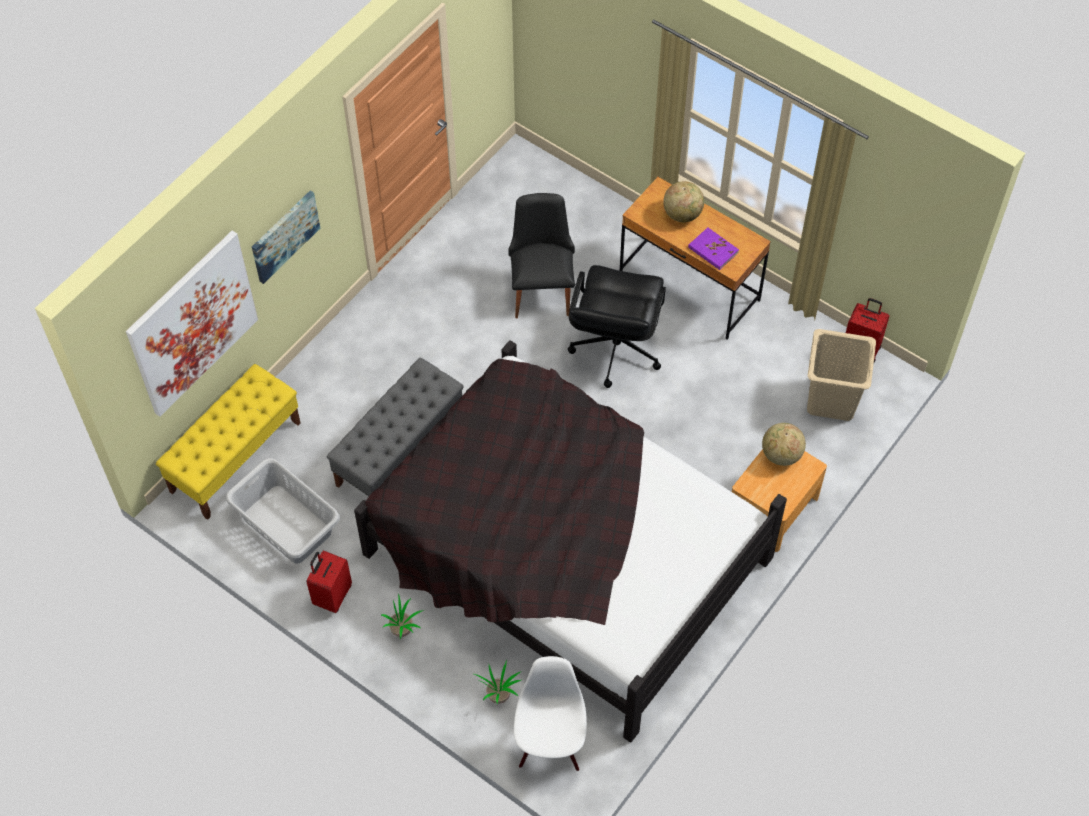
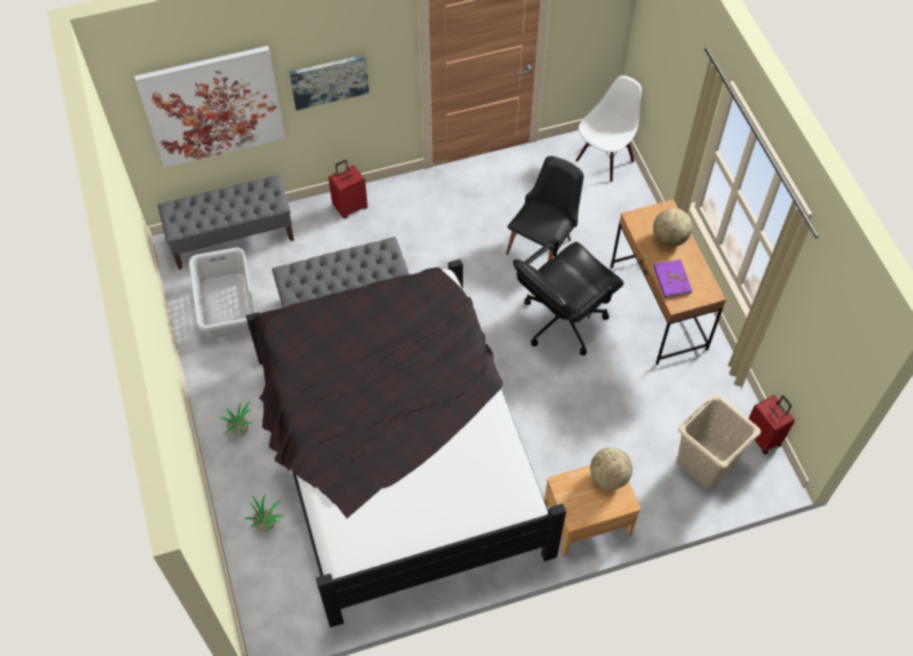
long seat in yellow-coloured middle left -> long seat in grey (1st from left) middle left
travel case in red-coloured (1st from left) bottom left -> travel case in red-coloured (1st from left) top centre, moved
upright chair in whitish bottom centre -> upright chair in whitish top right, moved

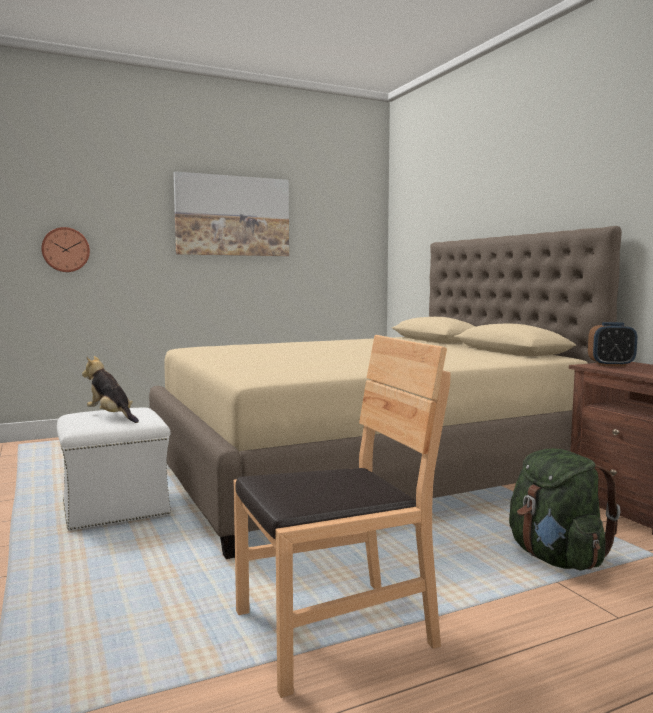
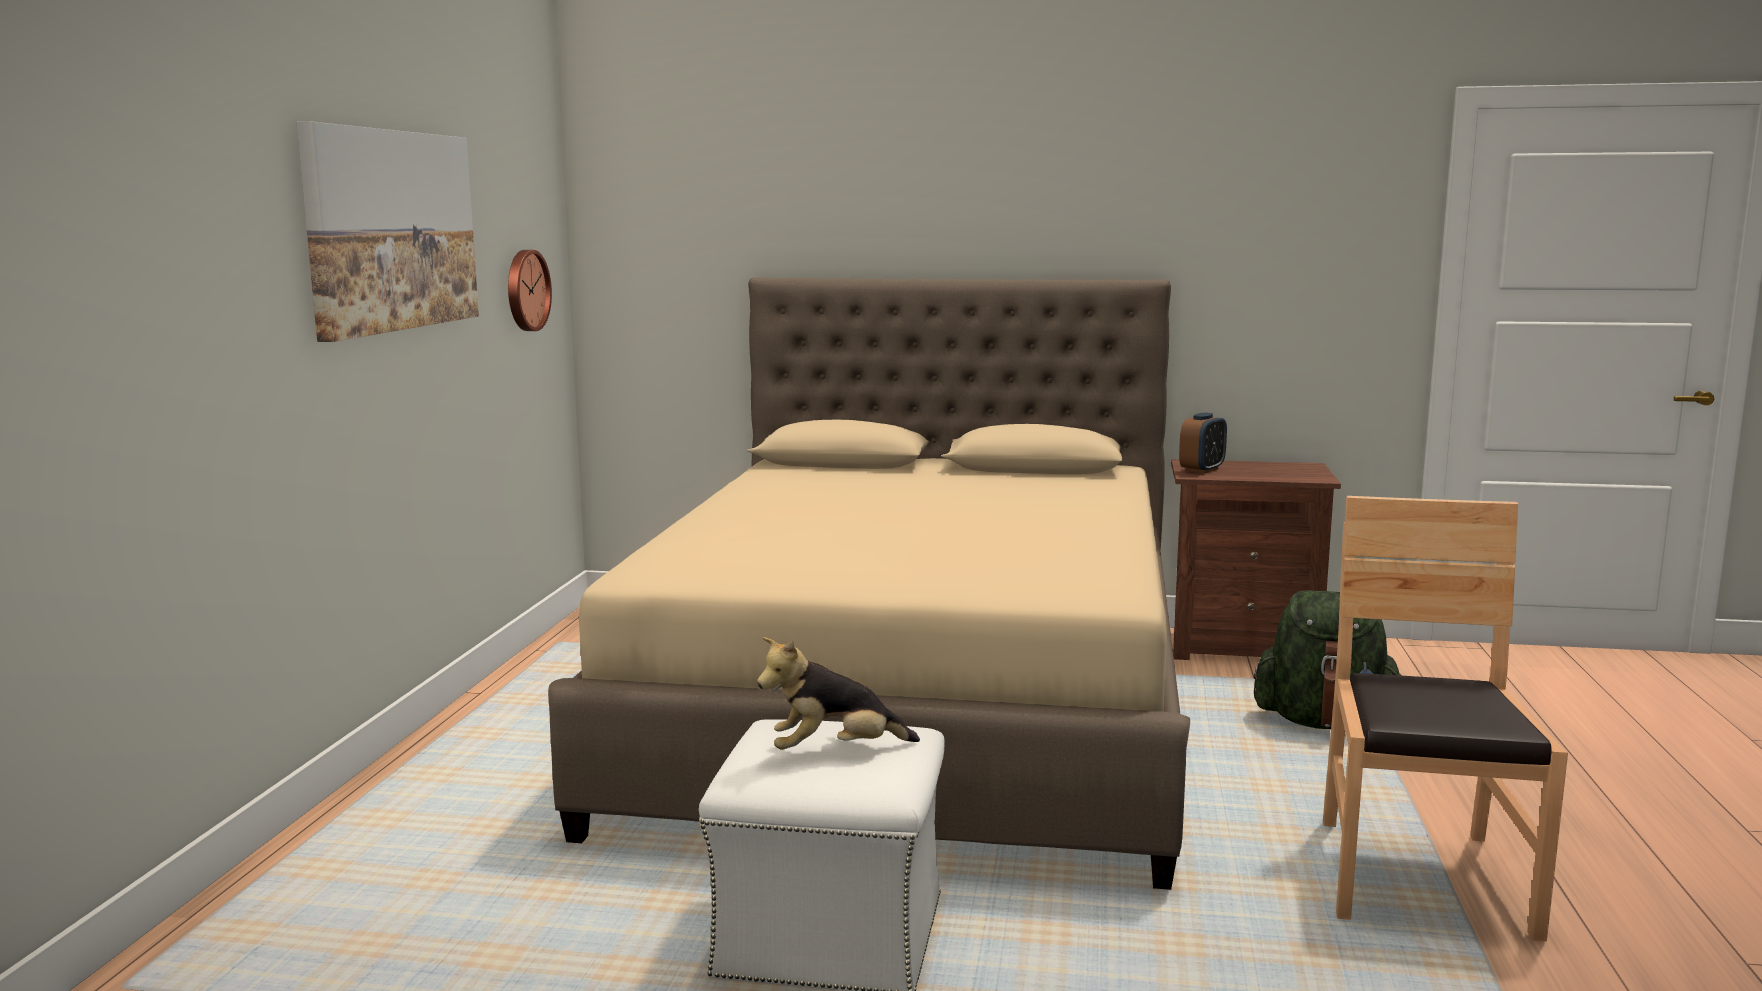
clock on the wall middle left -> clock on the wall top left, moved

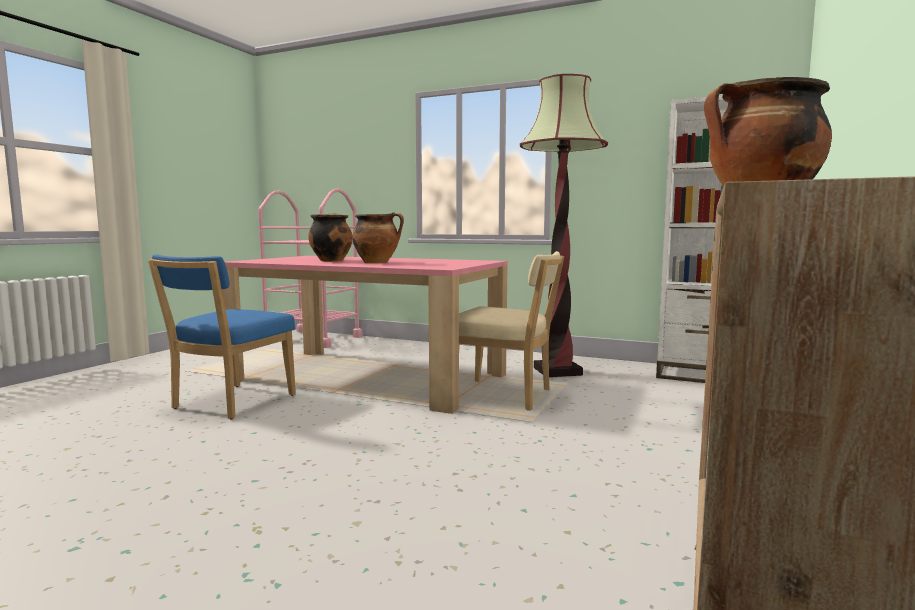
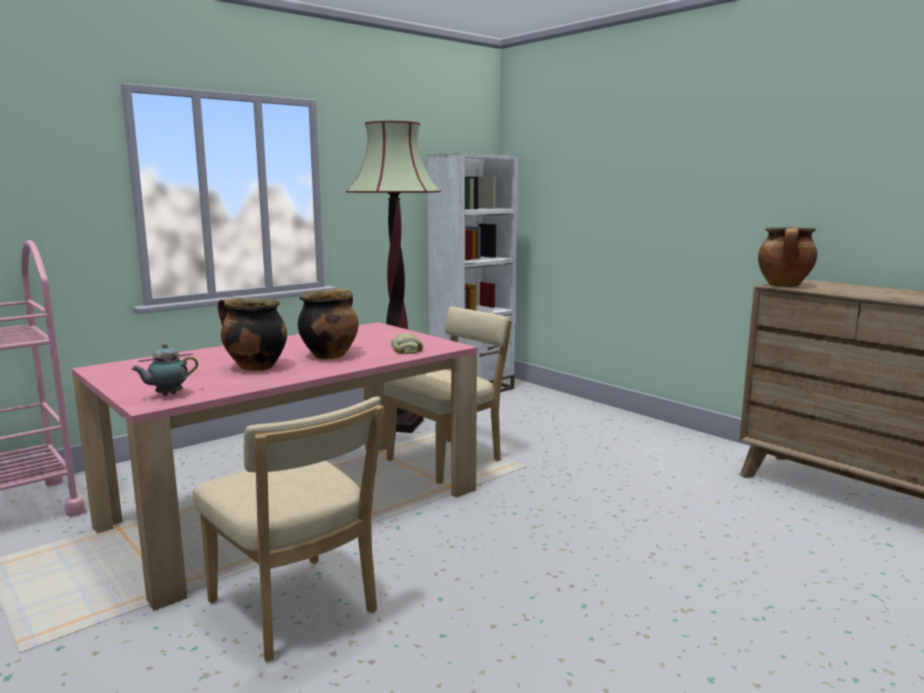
upright chair in blue-coloured middle left -> upright chair in beige (1st from left) bottom left
none -> bread centre
none -> teapot middle left

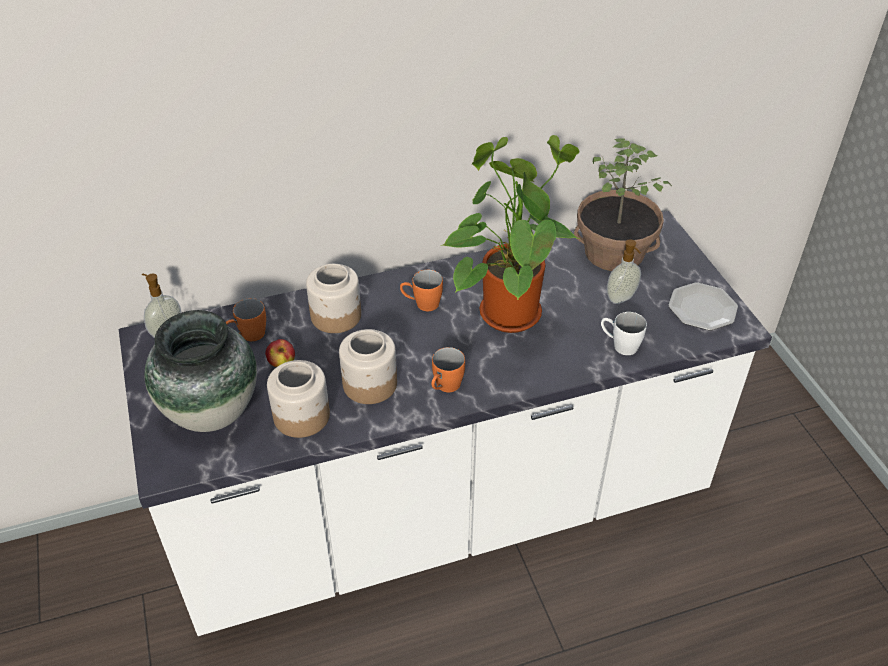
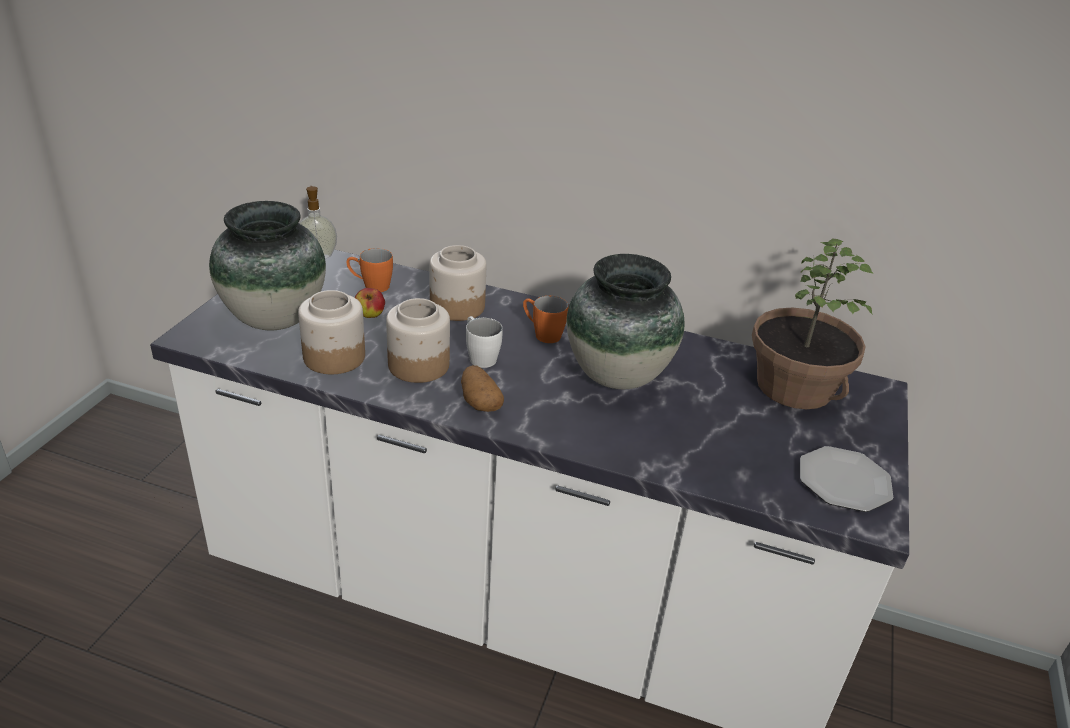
potted plant (1st from left) centre -> decorative vase (2nd from left) centre
soap dispenser (2nd from left) middle right -> none
tea mug in whitish middle right -> tea mug in whitish centre, moved
tea mug in orangey (3rd from left) centre -> whole potato centre

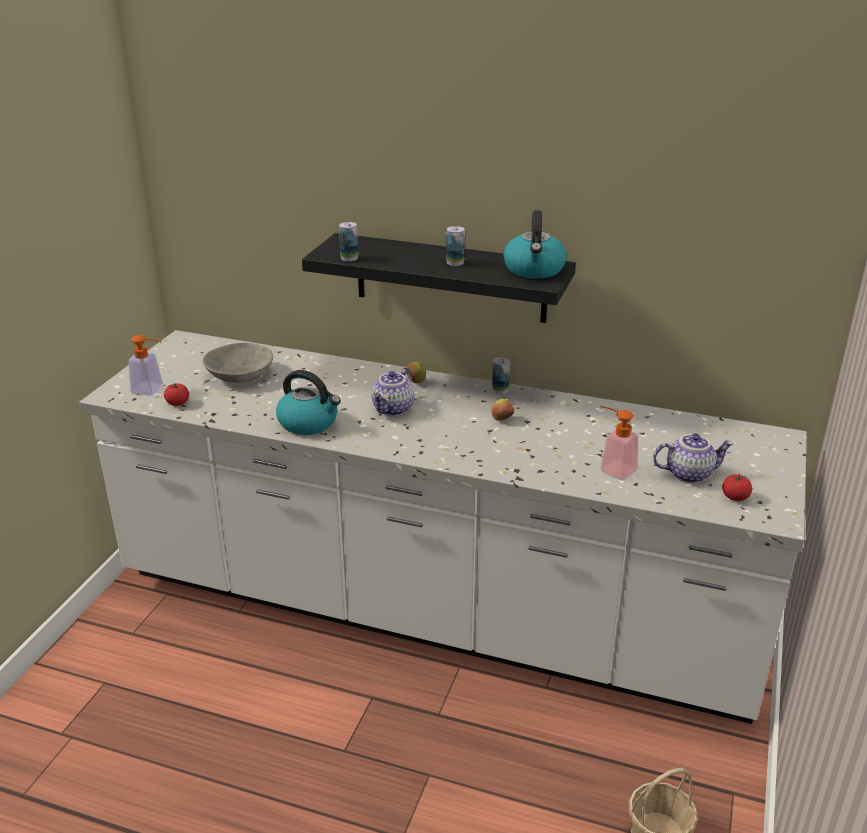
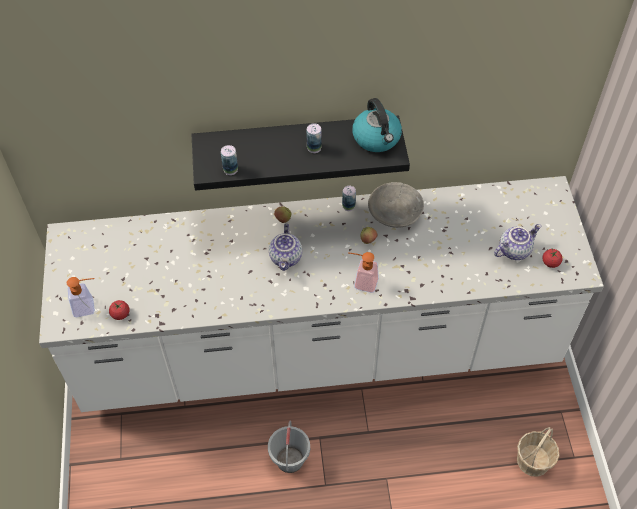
deep dish in grey middle left -> deep dish in grey centre, moved
kettle (1st from left) centre -> none
soap dispenser (2nd from left) middle right -> soap dispenser (2nd from left) centre, moved
none -> bucket in grey bottom centre

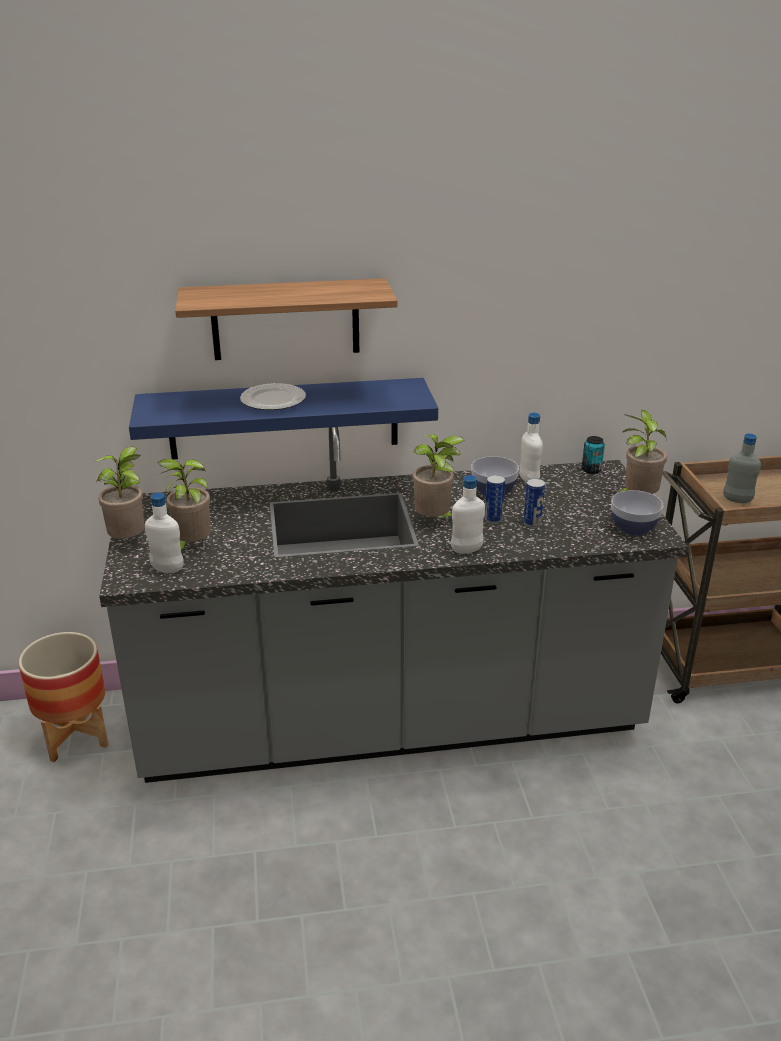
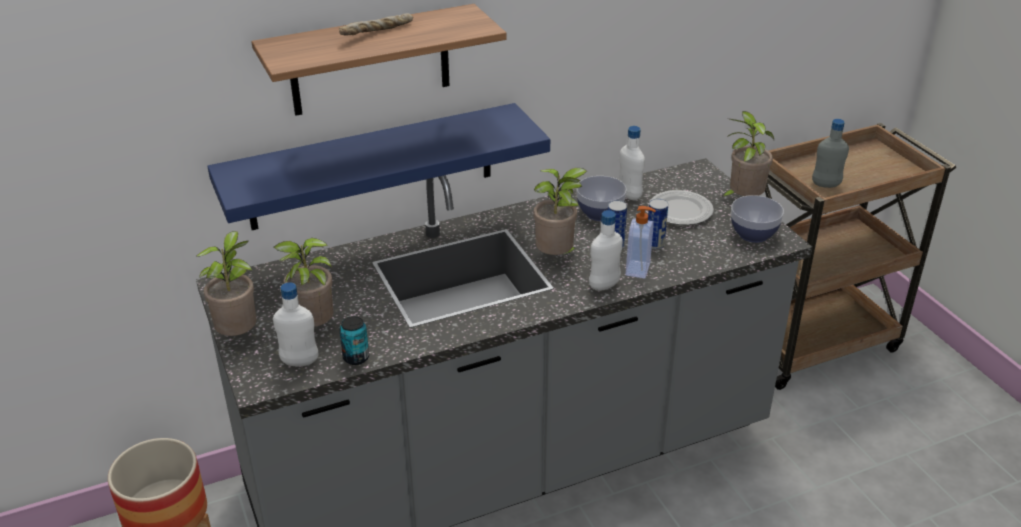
plate centre -> plate middle right, moved
can (3rd from left in the first image) middle right -> can (1st from left) centre, moved
none -> bread top centre
none -> soap dispenser centre

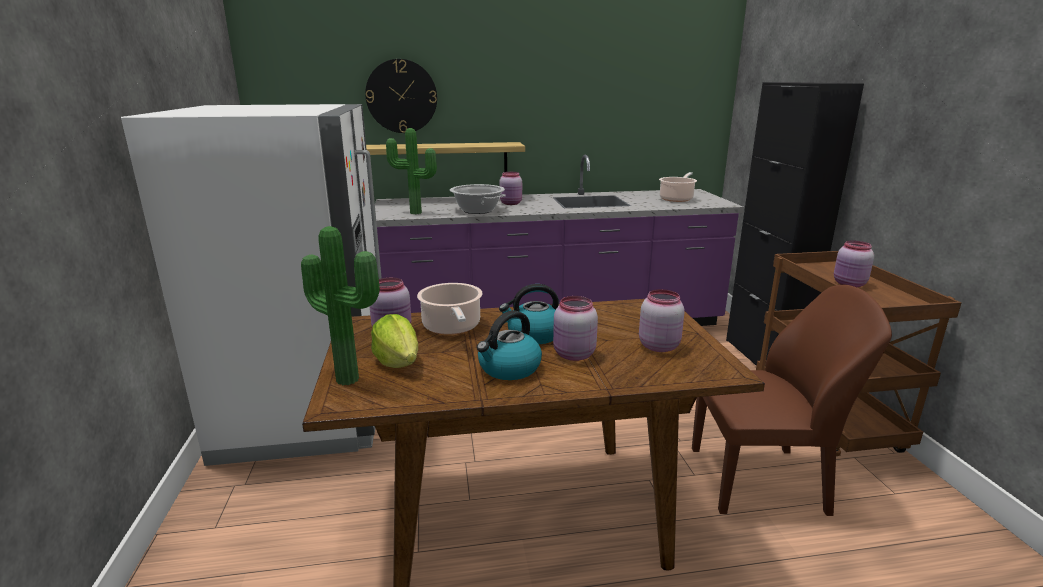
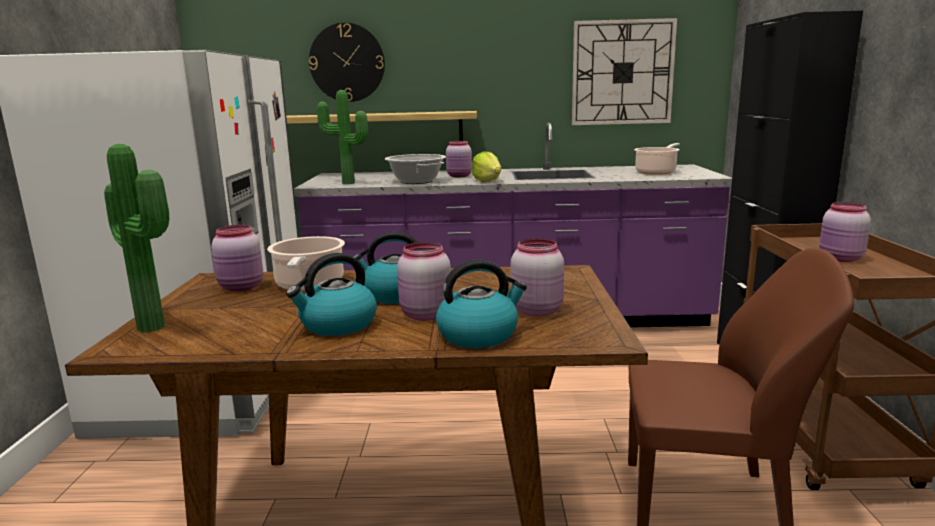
head of lettuce centre -> head of lettuce top centre, moved
none -> clock on the wall (2nd from left) top right
none -> kettle (3rd from left) centre

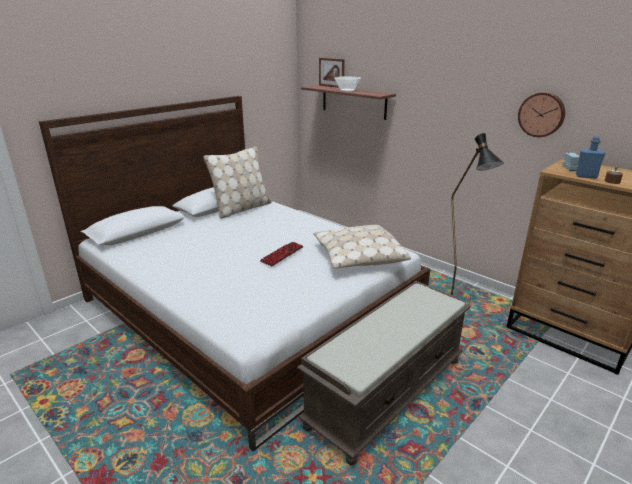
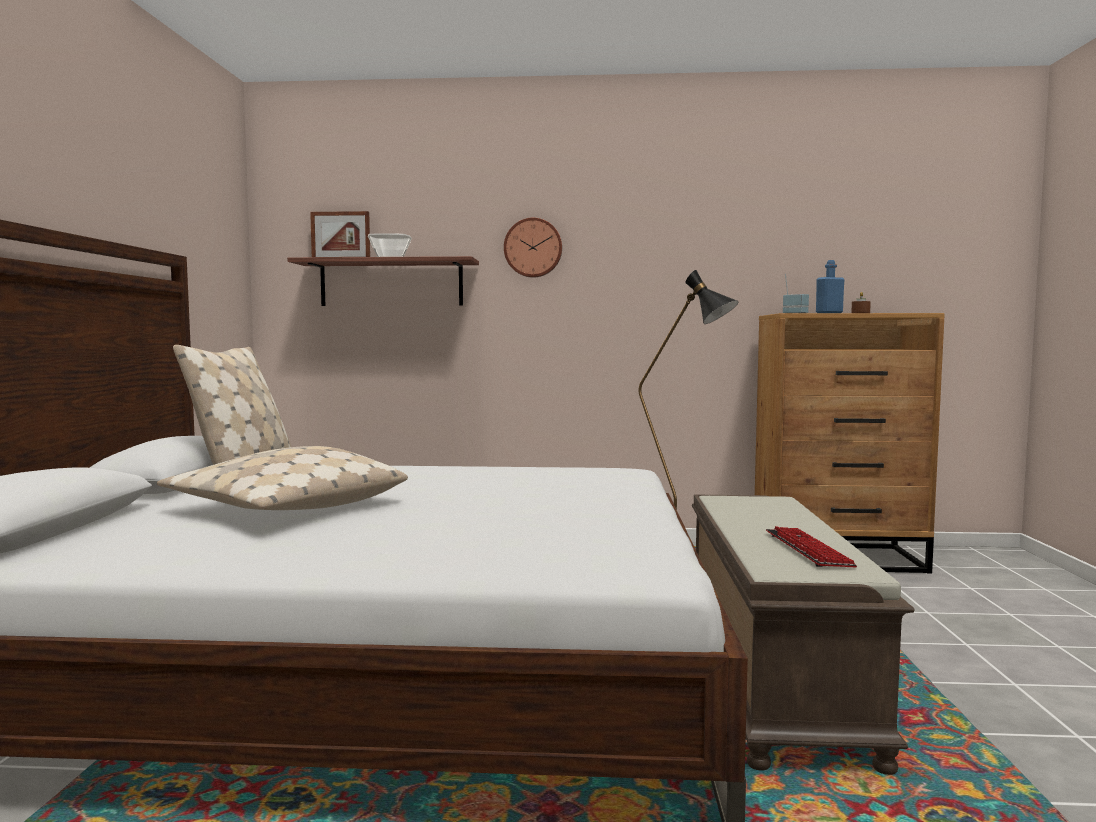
clock on the wall top right -> clock on the wall top centre, moved
pillow in beige (2nd from left) centre -> pillow in beige (2nd from left) middle left, moved
PC keyboard centre -> PC keyboard middle right, moved

